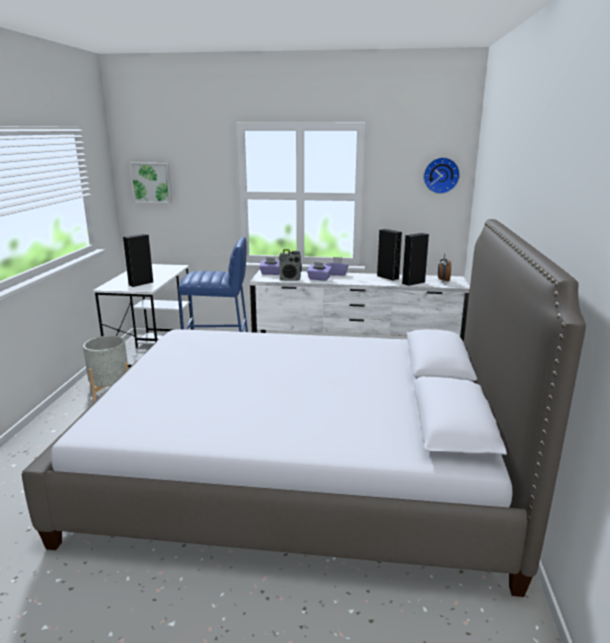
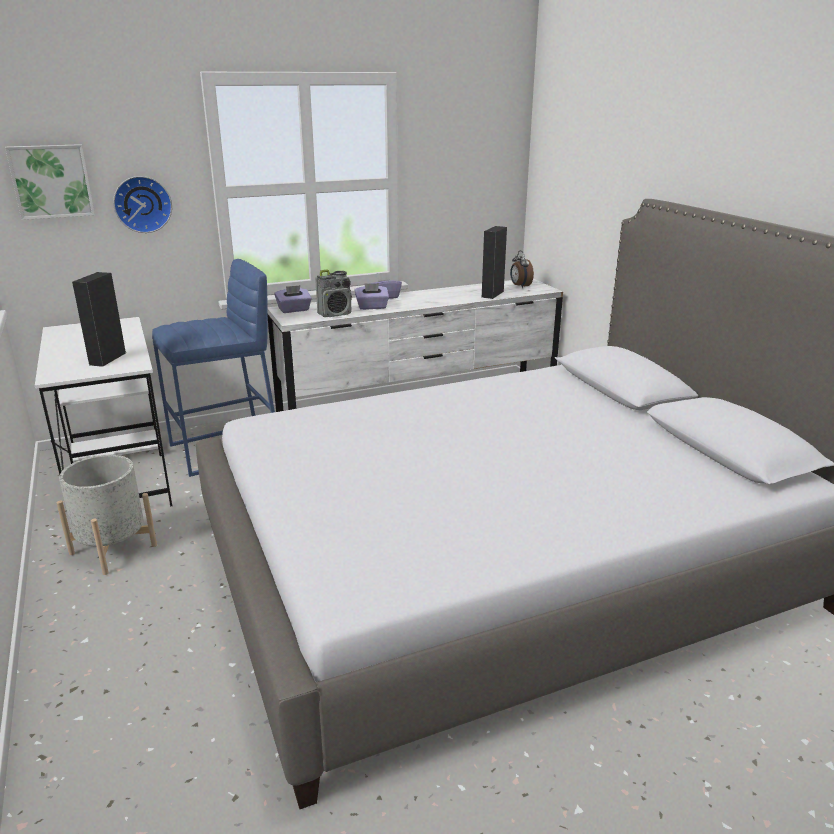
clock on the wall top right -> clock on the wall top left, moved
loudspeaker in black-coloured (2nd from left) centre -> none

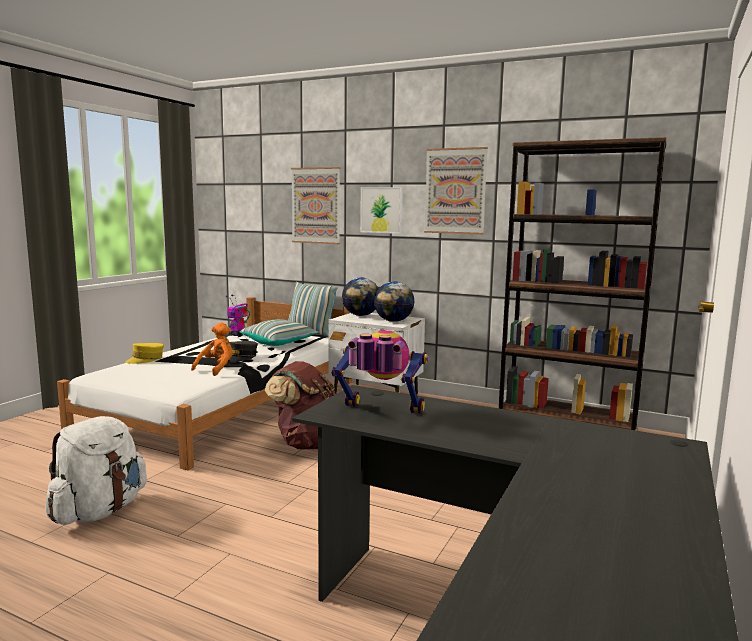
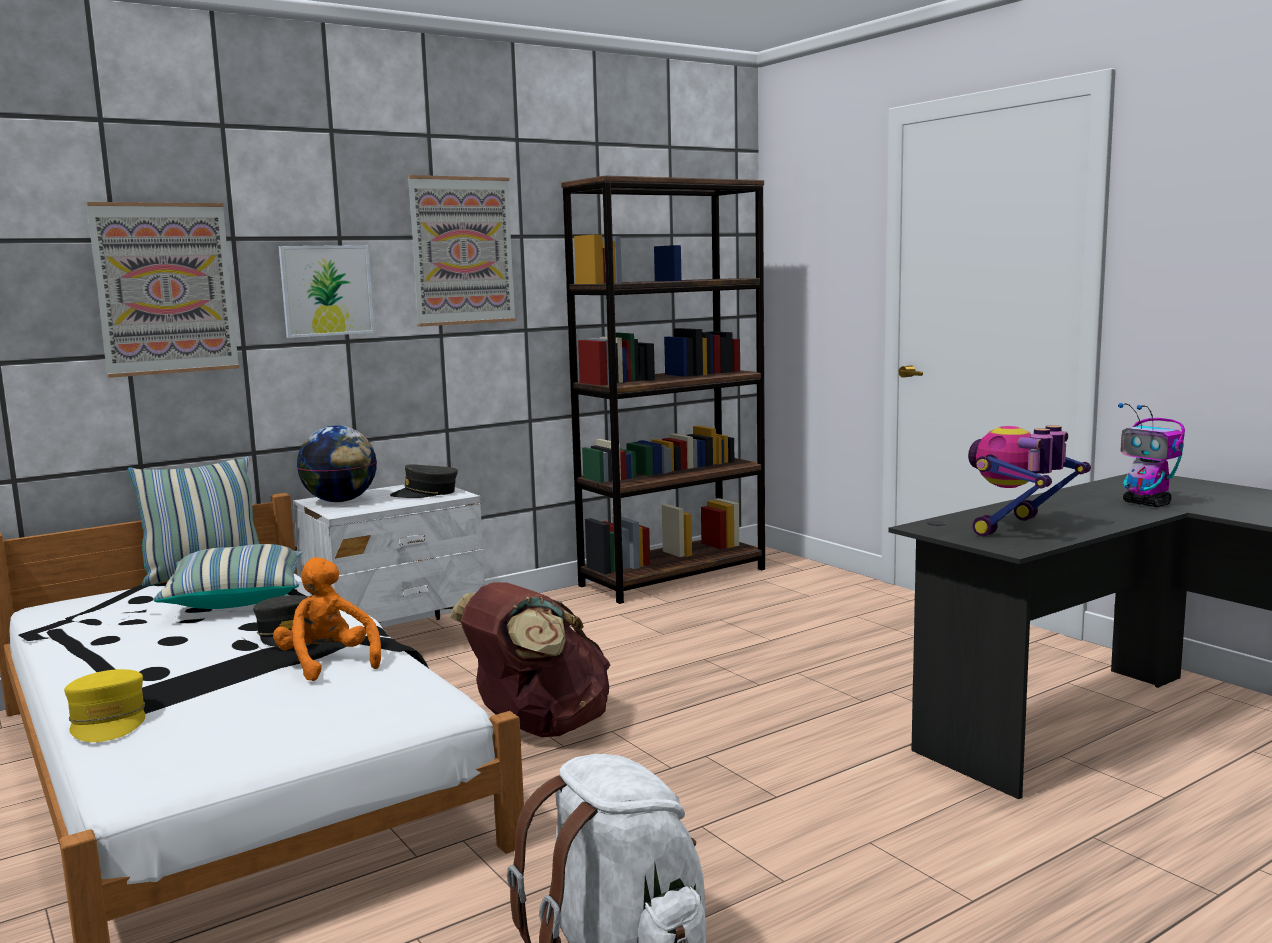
desk globe (2nd from left) centre -> peaked cap in grey (2nd from left) centre
robot figure (1st from left in the first image) middle left -> robot figure (2nd from left) middle right, moved

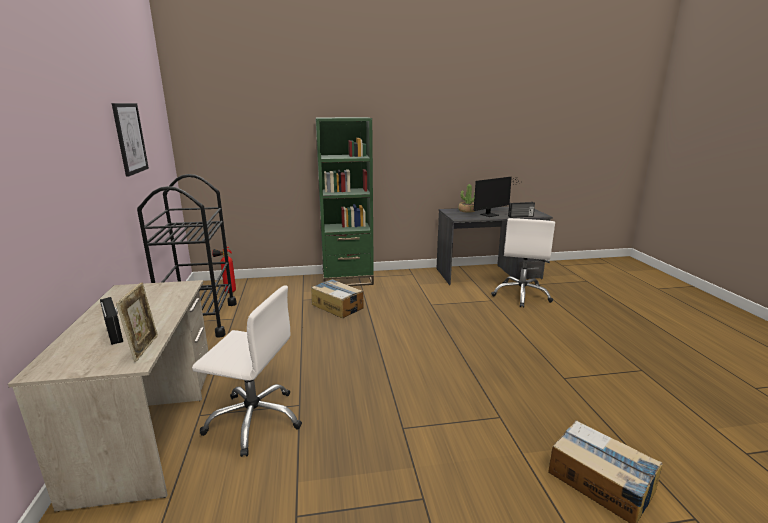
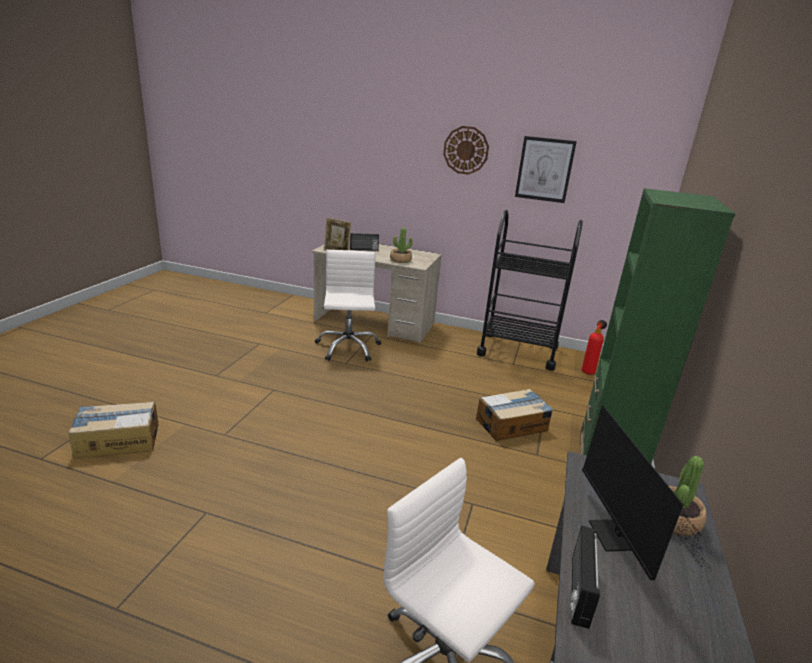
desk chair in whitish (1st from left) bottom left -> desk chair in whitish (1st from left) centre, 135 degrees clockwise
none -> clock on the wall top centre
none -> potted plant (1st from left) centre

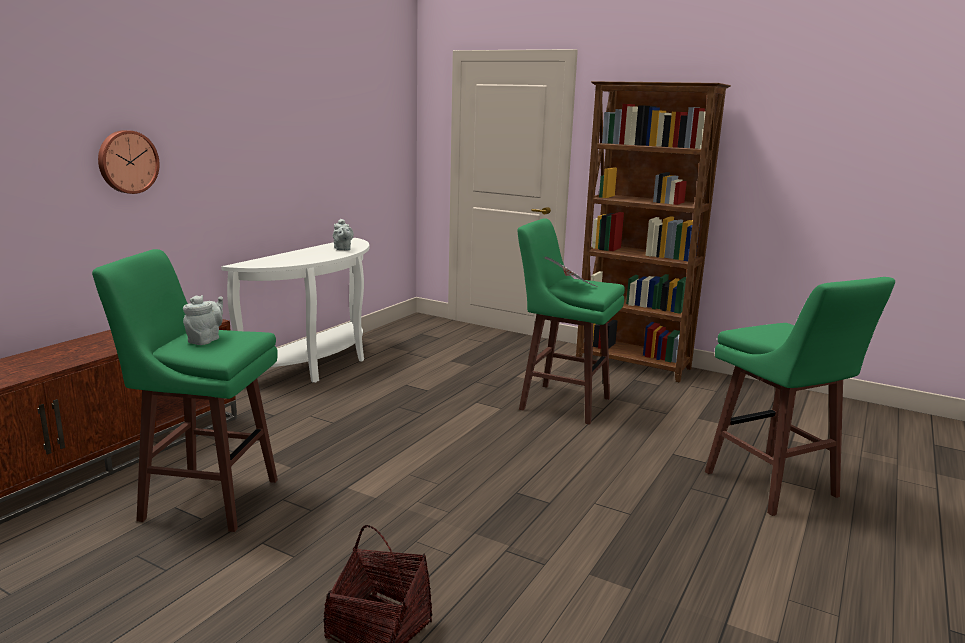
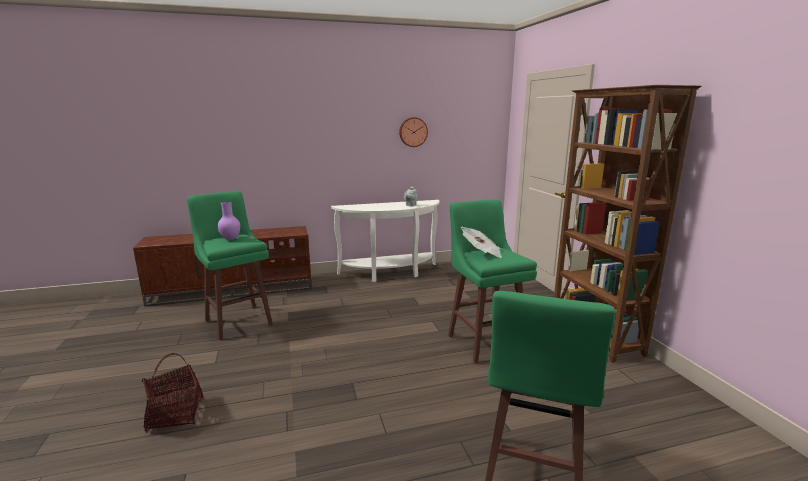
clock on the wall top left -> clock on the wall top centre, moved
teapot in grey (1st from left) middle left -> decorative vase in purple-coloured middle left

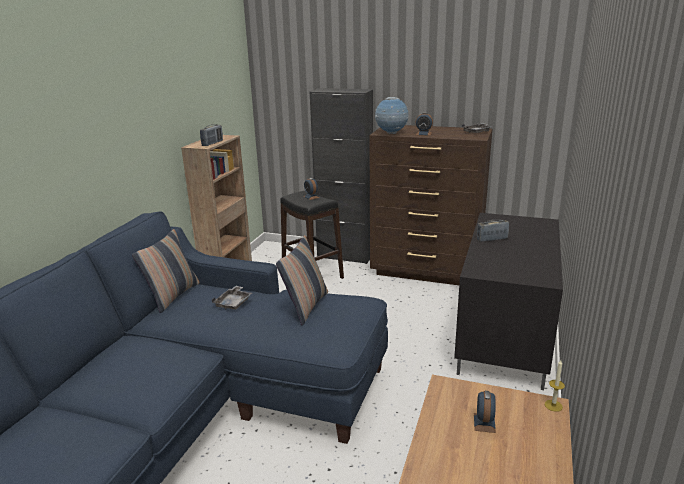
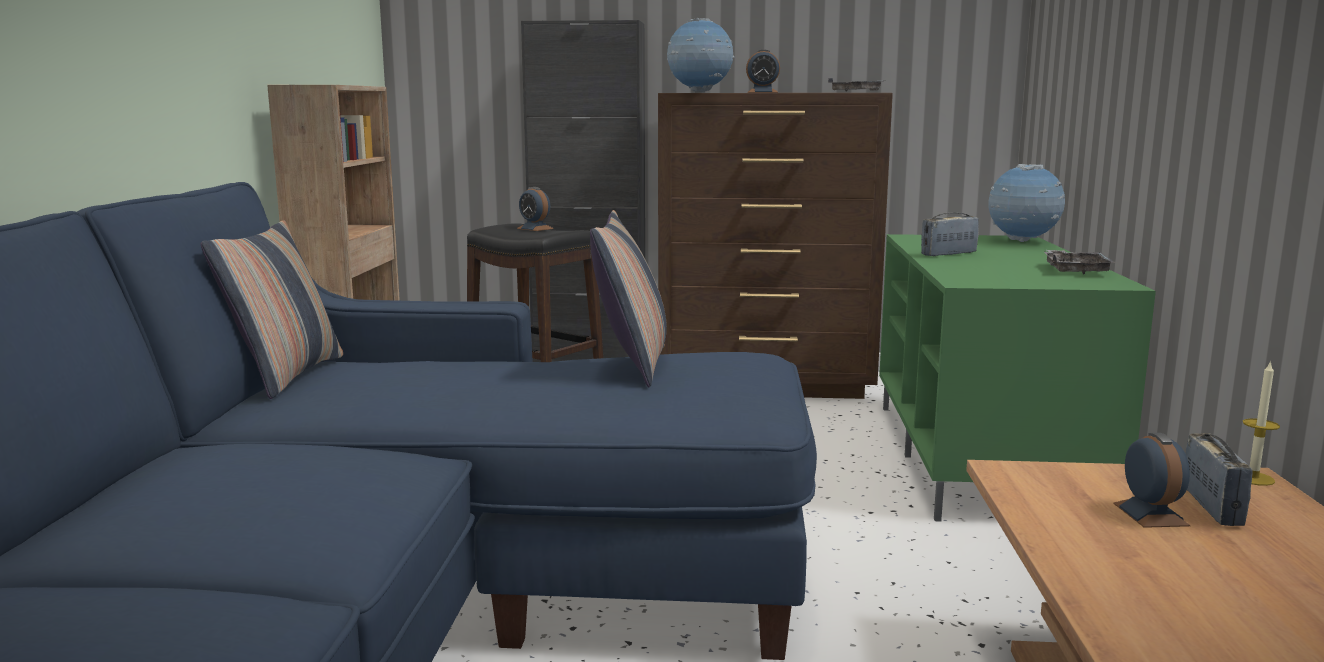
radio set (1st from left in the first image) top left -> radio set (2nd from left) bottom right, moved
media console in black-coloured middle right -> media console in green middle right
serving tray in grey (1st from left in the first image) centre -> serving tray in grey (2nd from left) middle right, moved
none -> desk globe (2nd from left) top right

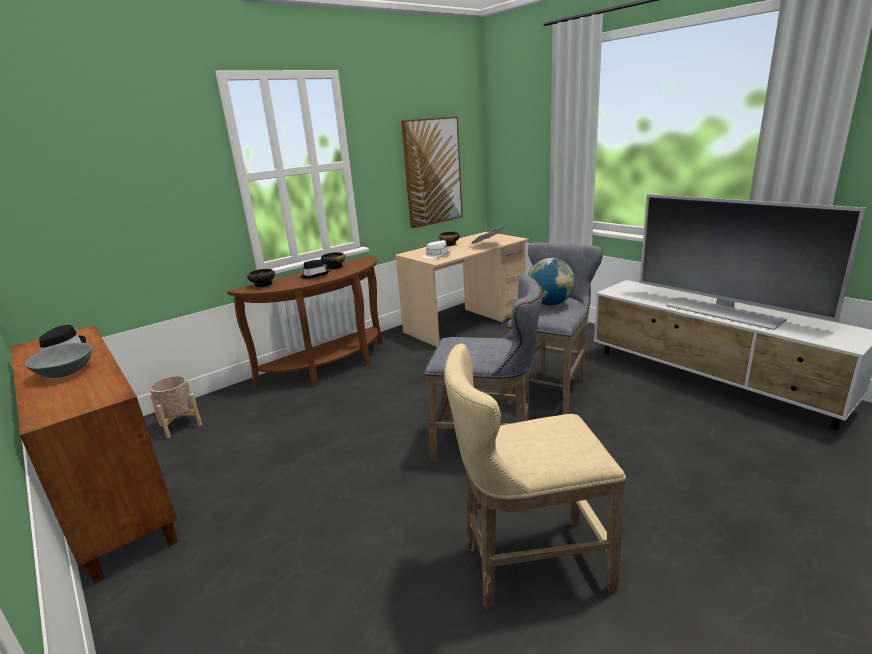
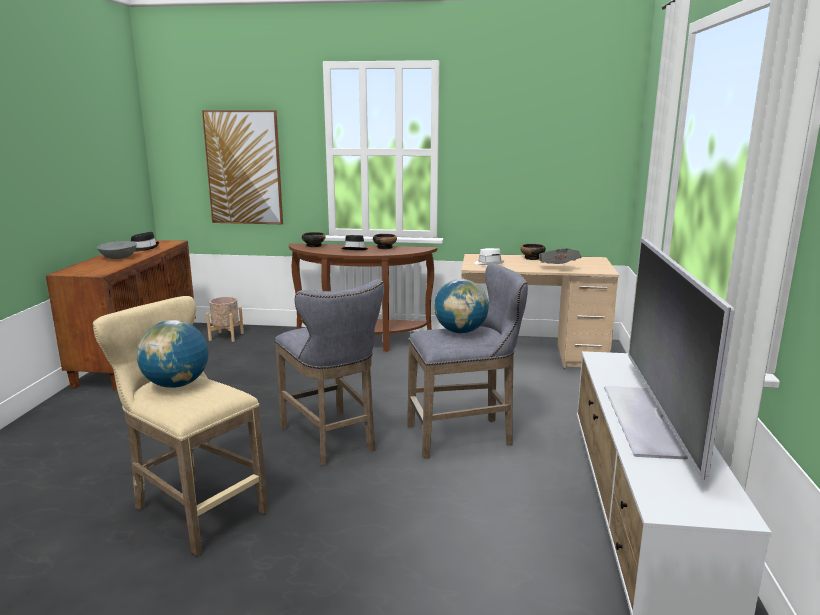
wall art top centre -> wall art top left, moved
none -> desk globe (1st from left) middle left

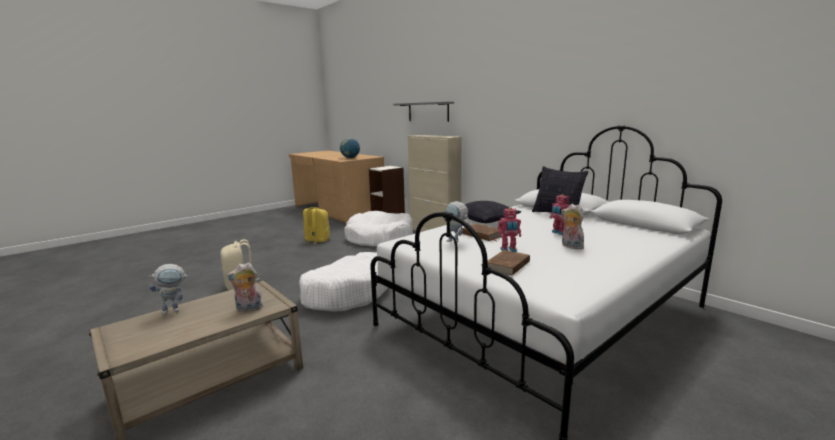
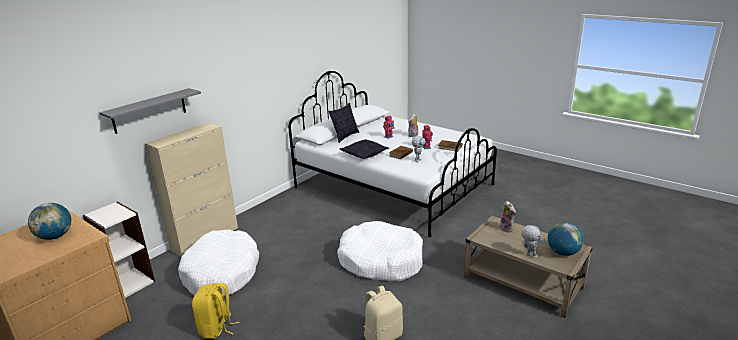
none -> desk globe (2nd from left) bottom right

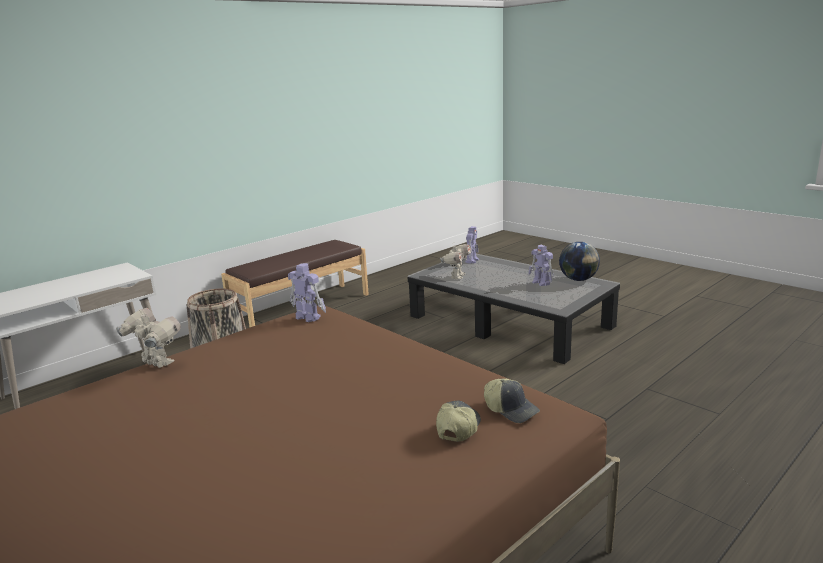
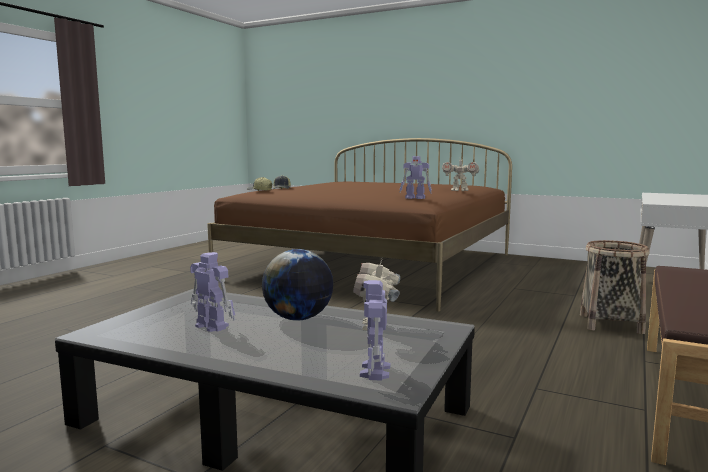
desk globe middle right -> desk globe centre, moved

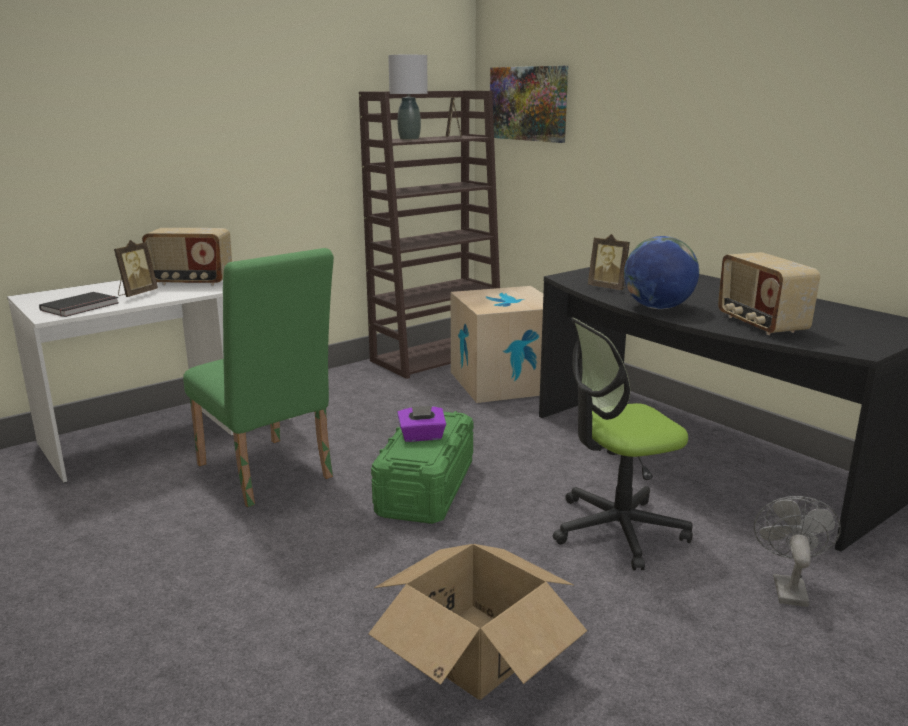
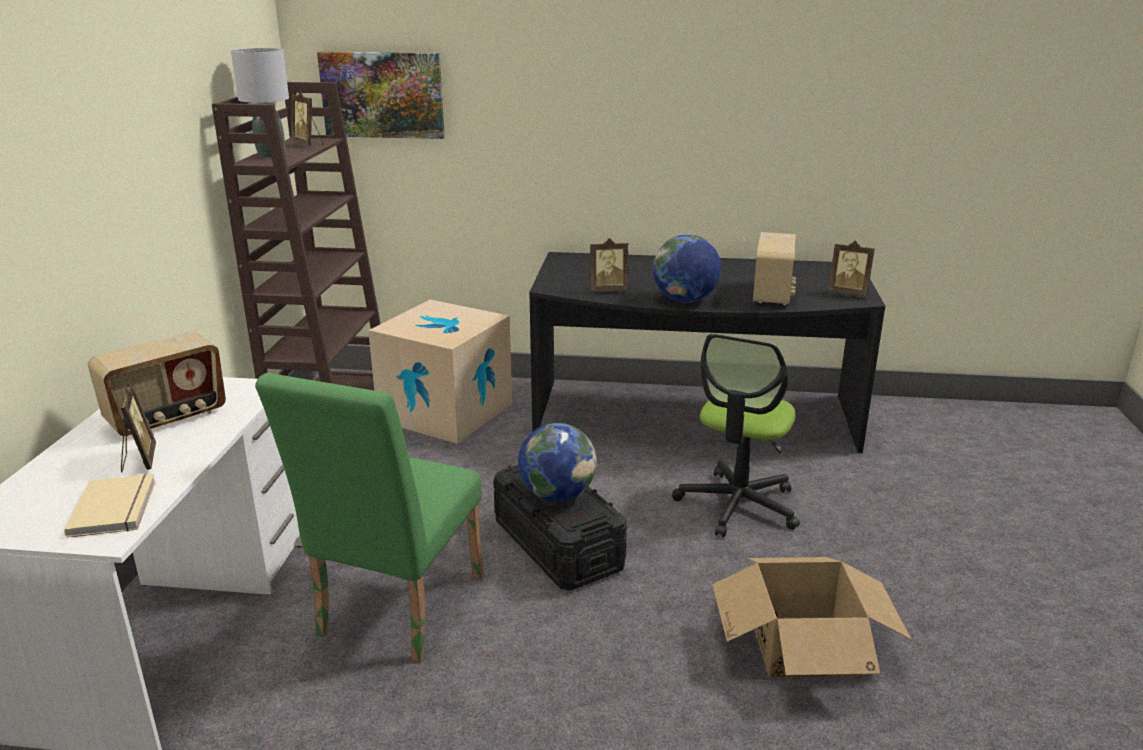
upright chair in green middle left -> upright chair in green bottom left, 105 degrees clockwise
radio set (2nd from left) middle right, 105 degrees counterclockwise
book in black-coloured middle left -> book in beige bottom left
tissue holder in purple-coloured centre -> desk globe (1st from left) centre
storage container in green centre -> storage container in black-coloured bottom centre
fan in grey bottom right -> none
none -> picture frame (4th from left) middle right

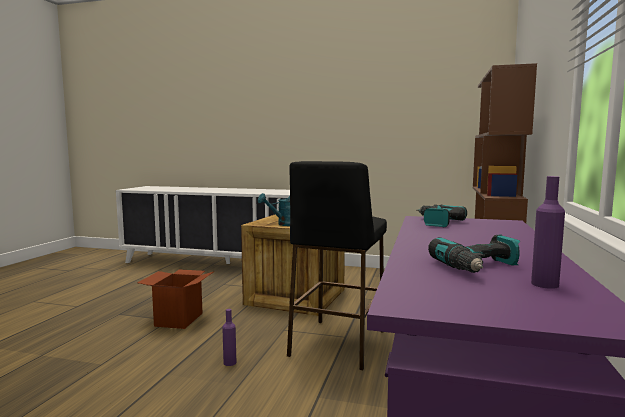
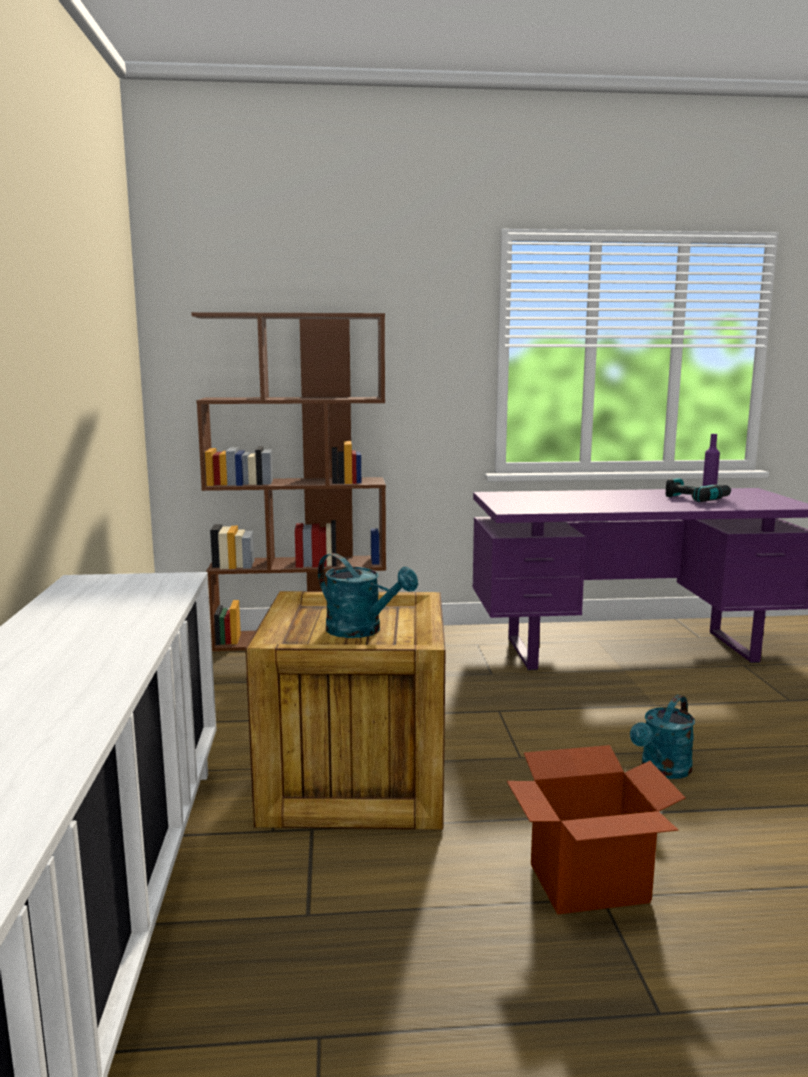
sitting stool in black-coloured centre -> none
drill (1st from left) middle right -> none
drink bottle in purple-coloured (1st from left) bottom centre -> watering pot in turquoise-coloured (2nd from left) bottom right

